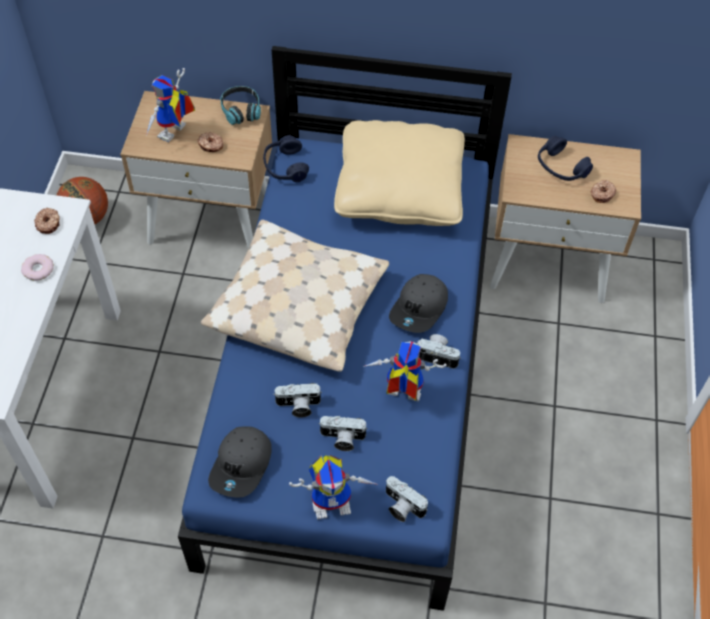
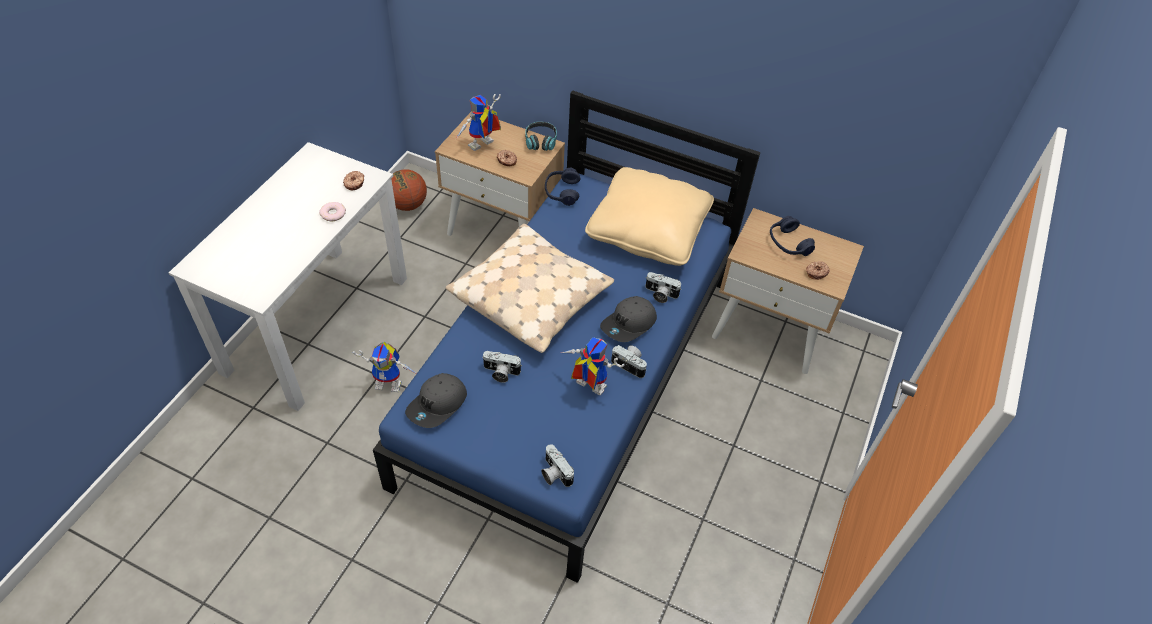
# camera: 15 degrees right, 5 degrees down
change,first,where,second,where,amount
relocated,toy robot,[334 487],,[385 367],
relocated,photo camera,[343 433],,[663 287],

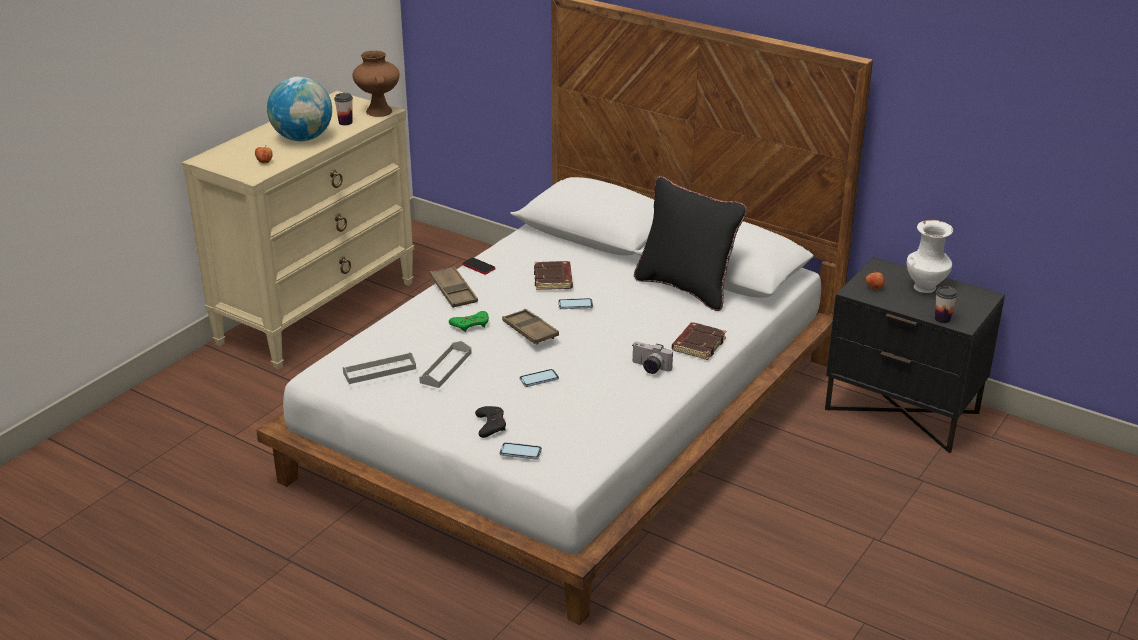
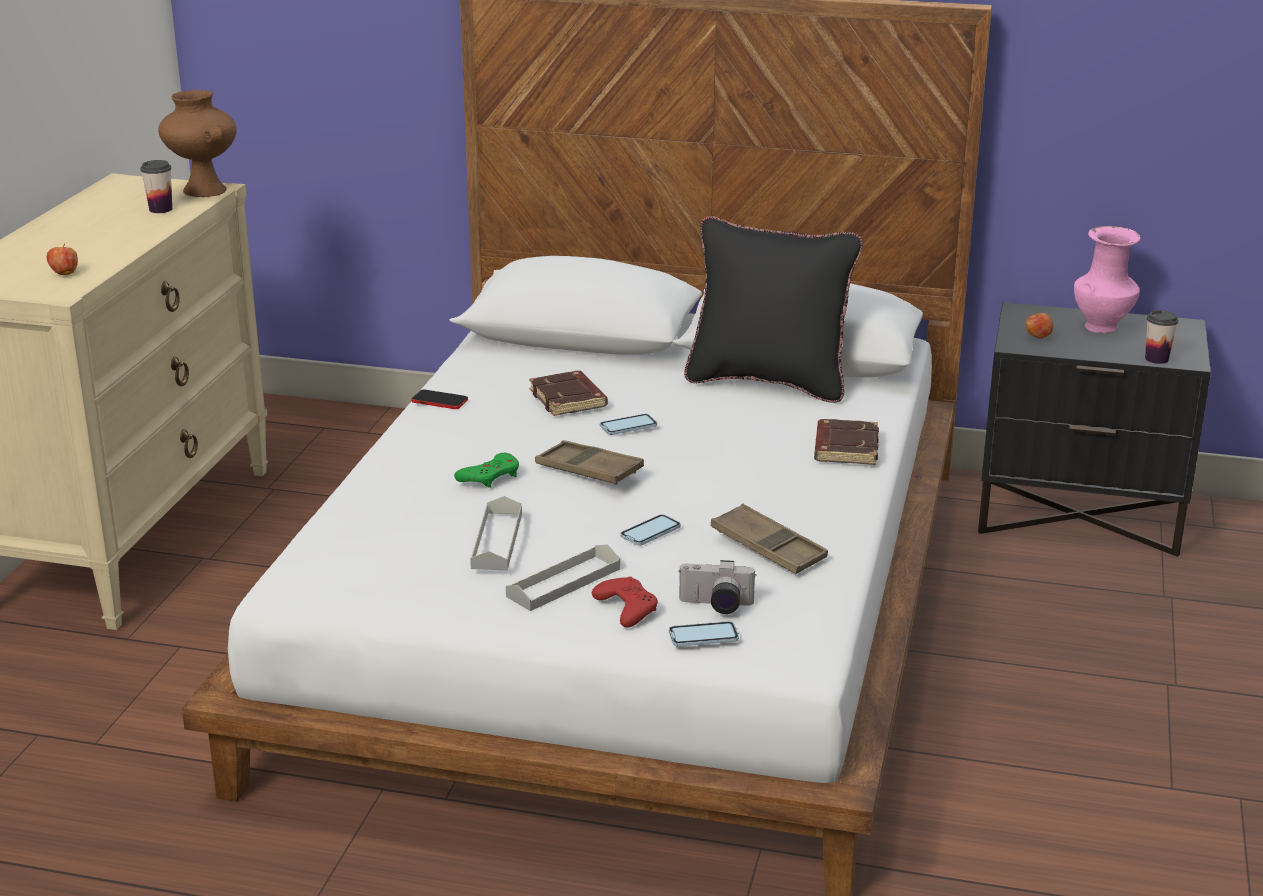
# camera: 20 degrees left, 5 degrees down
change,first,where,second,where,amount
relocated,serving tray/greyish,[379 368],,[563 577],
colour,gamepad/black,[490 422],gamepad/reddish,[625 602],
relocated,photo camera,[653 358],,[717 587],
relocated,serving tray/brown,[454 287],,[769 539],
colour,flower vase/white-coloured,[930 256],flower vase/pink,[1107 279],
missing,desk globe,[299 108],,,

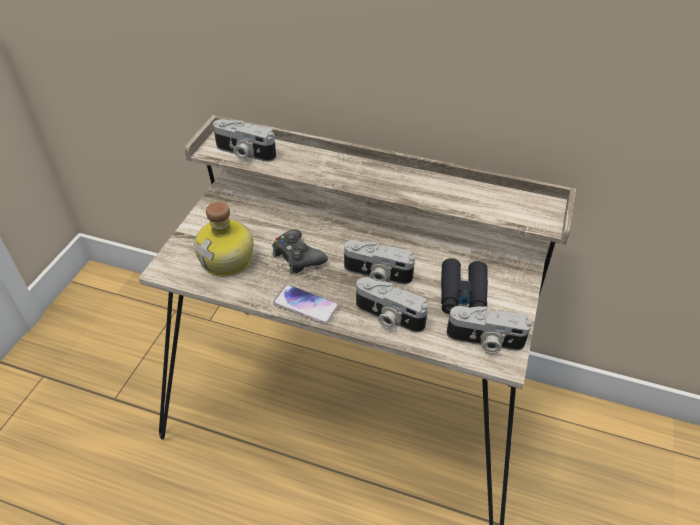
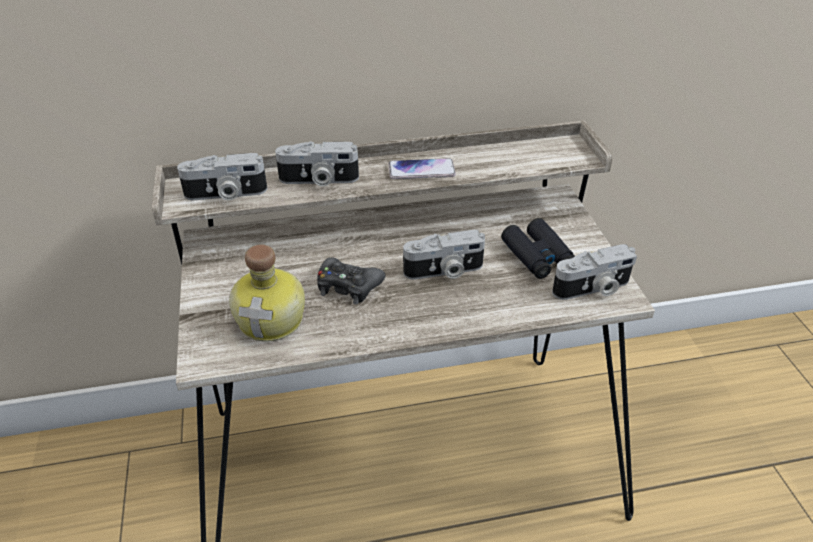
# camera: 30 degrees left, 5 degrees down
change,first,where,second,where,amount
relocated,photo camera,[392 305],,[317 163],
relocated,telephone,[306 304],,[422 168],

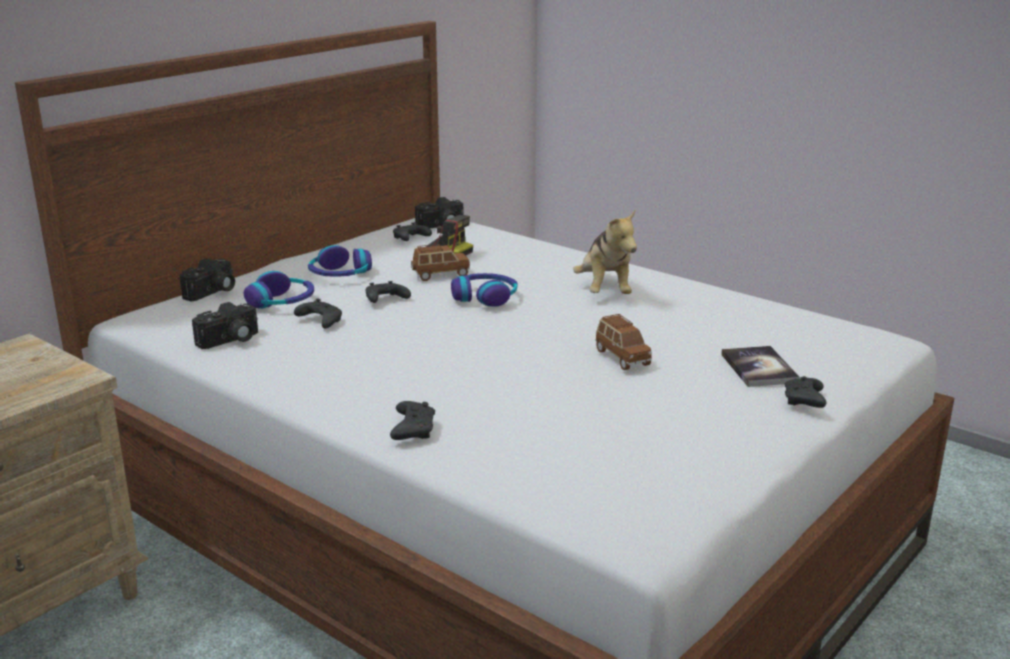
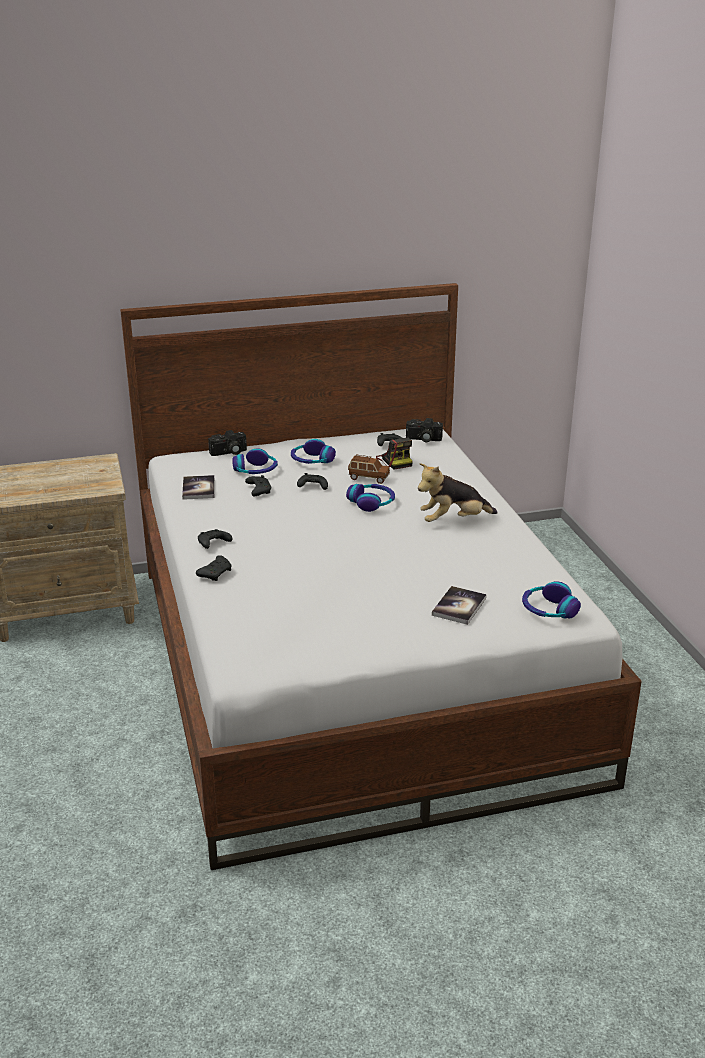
# camera: 35 degrees right, 5 degrees up
change,first,where,second,where,amount
exchanged,photo camera,[225 325],book,[198 487],
relocated,gamepad/black,[805 392],,[215 539],
spun,soft toy,[605 252],,[458 492],45 degrees clockwise
appeared,,,pair of headphones,[551 599],
missing,miniature car/brown,[623 342],,,

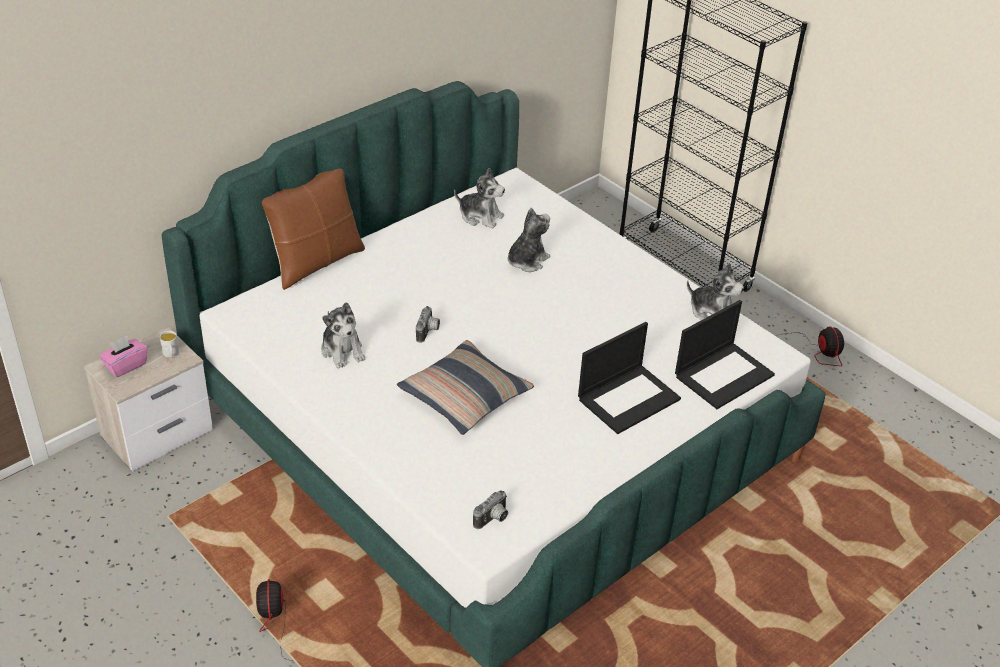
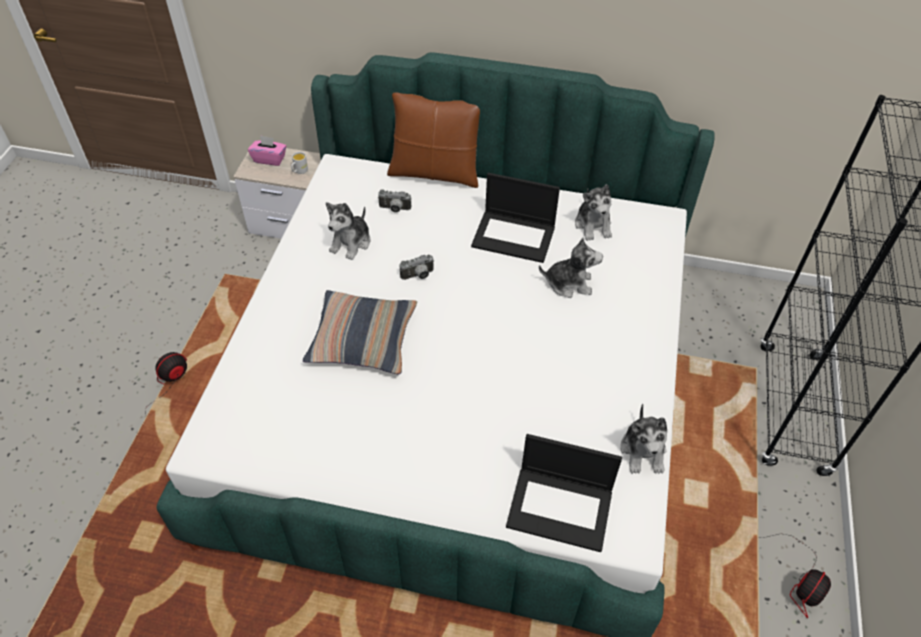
# camera: 55 degrees right, 10 degrees up
change,first,where,second,where,amount
relocated,photo camera,[490 509],,[394 201],
relocated,laptop,[629 378],,[515 218],

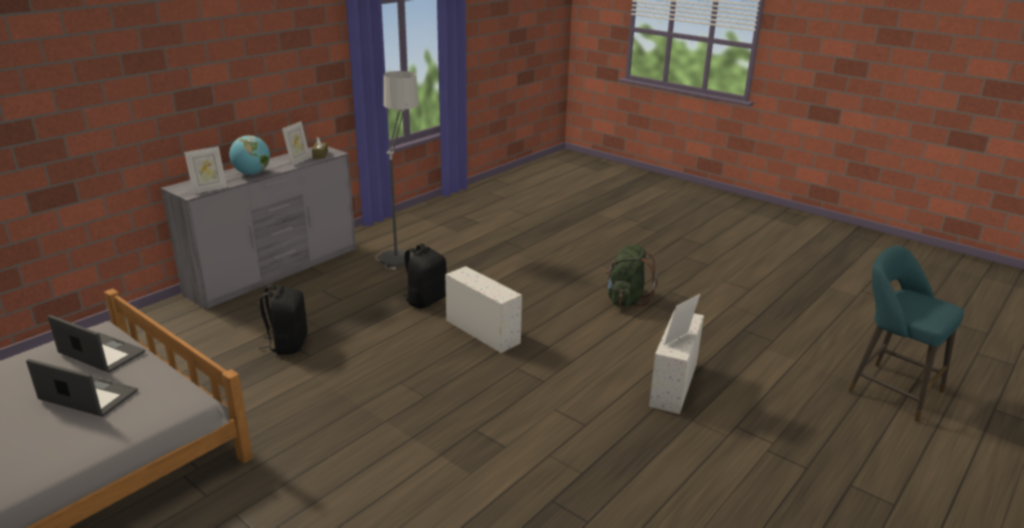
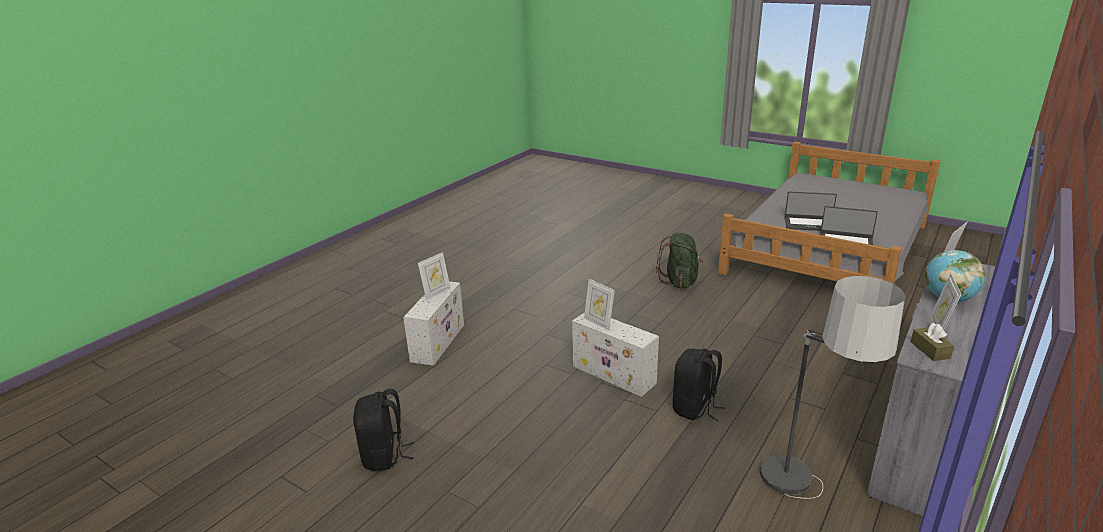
# camera: 175 degrees right, 0 degrees up
change,first,where,second,where,amount
relocated,backpack/black,[283 320],,[383 430],
appeared,,,photo frame,[599 304],
relocated,backpack/greenish,[630 276],,[680 261],
missing,stool seat/turquoise,[906 334],,,

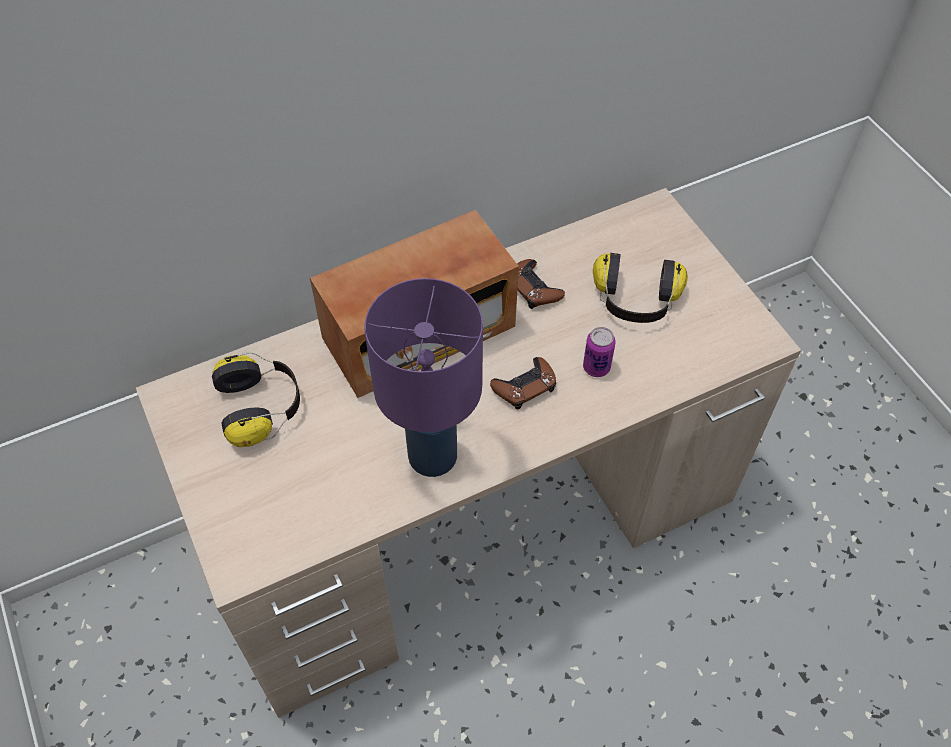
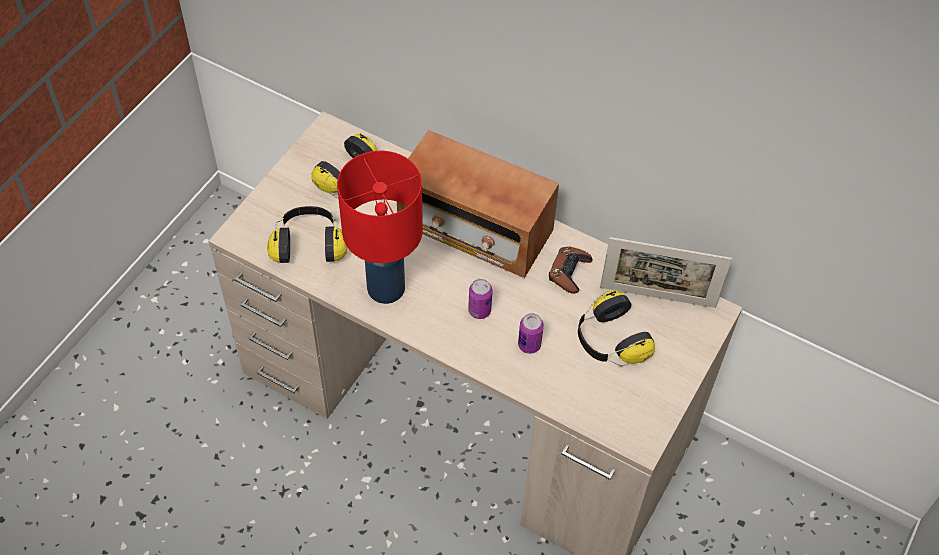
# camera: 55 degrees right, 0 degrees up
change,first,where,second,where,amount
appeared,,,pair of headphones,[307 234],
colour,lamp for a table/purplish,[423 377],lamp for a table/reddish,[380 227],
exchanged,gamepad/brown,[523 383],can,[480 299],
appeared,,,photo frame,[666 272],

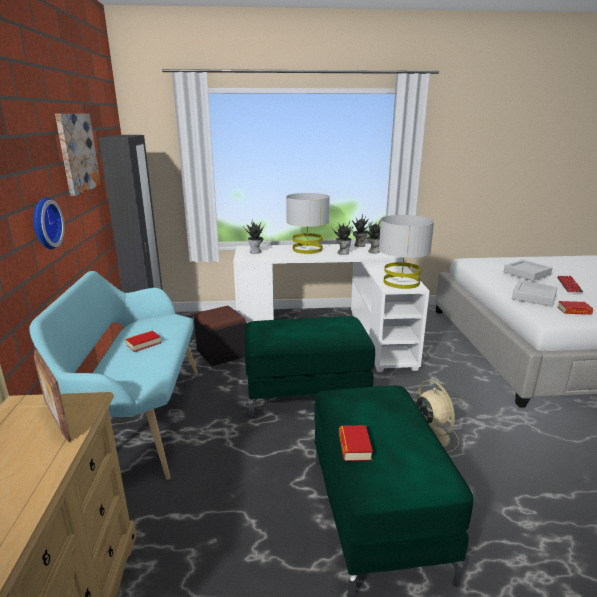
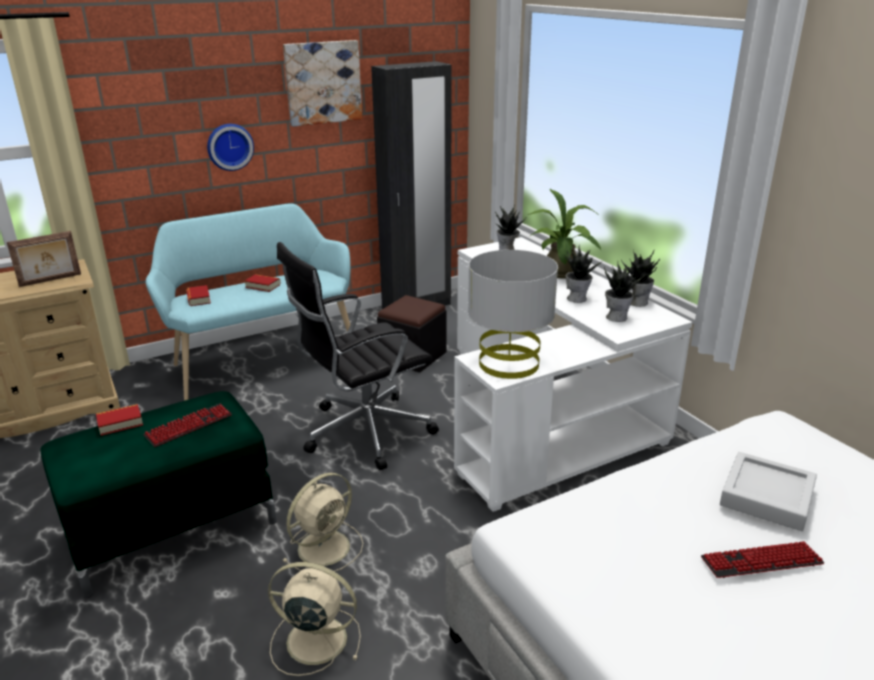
# camera: 65 degrees right, 5 degrees up
change,first,where,second,where,amount
spun,photo frame,[52 395],,[44 259],150 degrees counterclockwise
appeared,,,computer keyboard,[188 425],
relocated,book,[575 308],,[198 295],
appeared,,,electric fan/beige-coloured,[314 619],
exchanged,footrest/greenish,[310 367],office chair/black,[358 356],
exchanged,lamp for a table/greyish,[308 223],potted plant,[565 233],
missing,serving tray/greyish,[534 293],,,

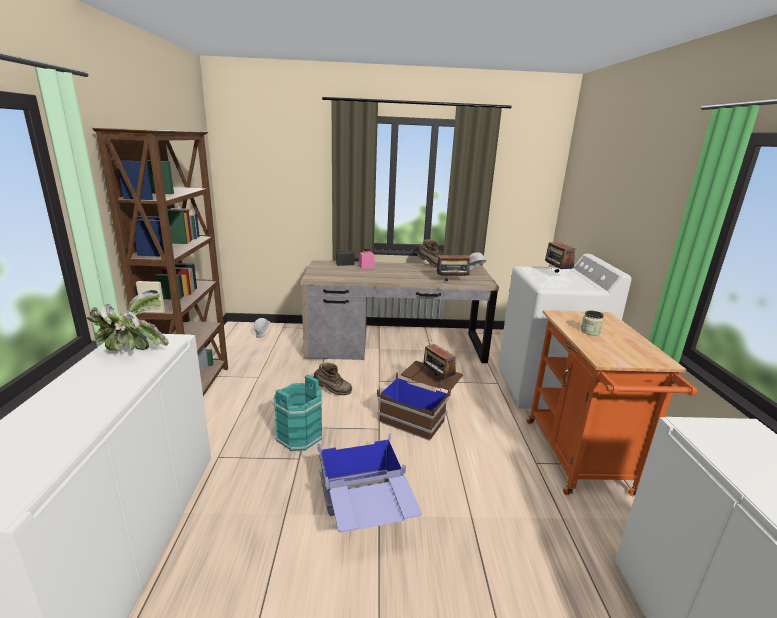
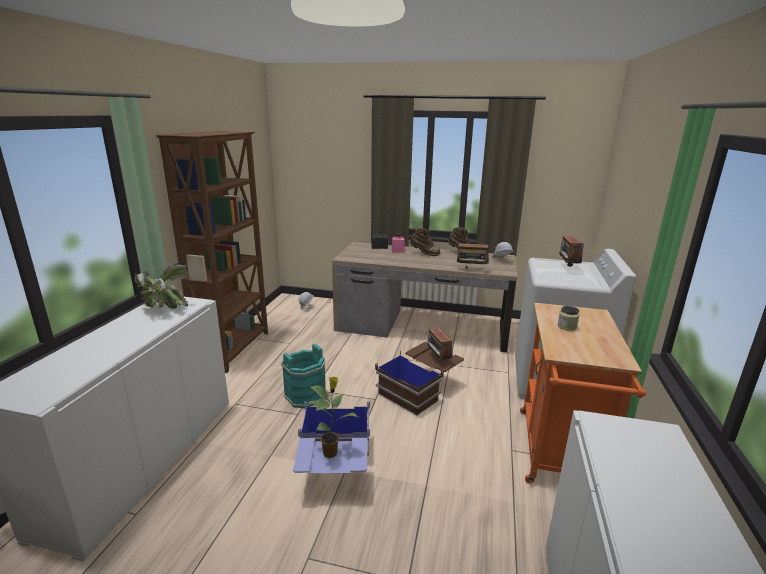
# camera: 15 degrees right, 0 degrees up
change,first,where,second,where,amount
appeared,,,potted plant,[332 417],
relocated,boot/brown,[333 378],,[425 242],

